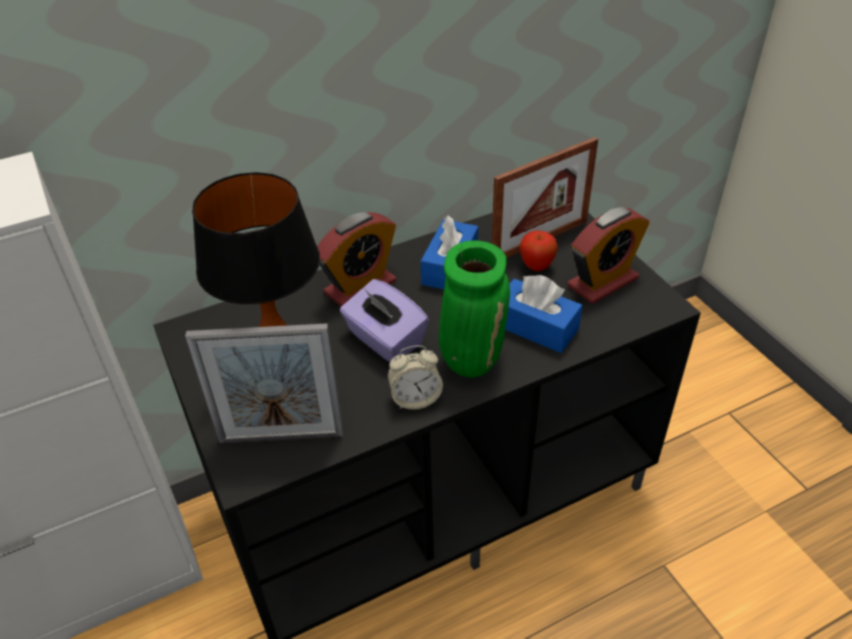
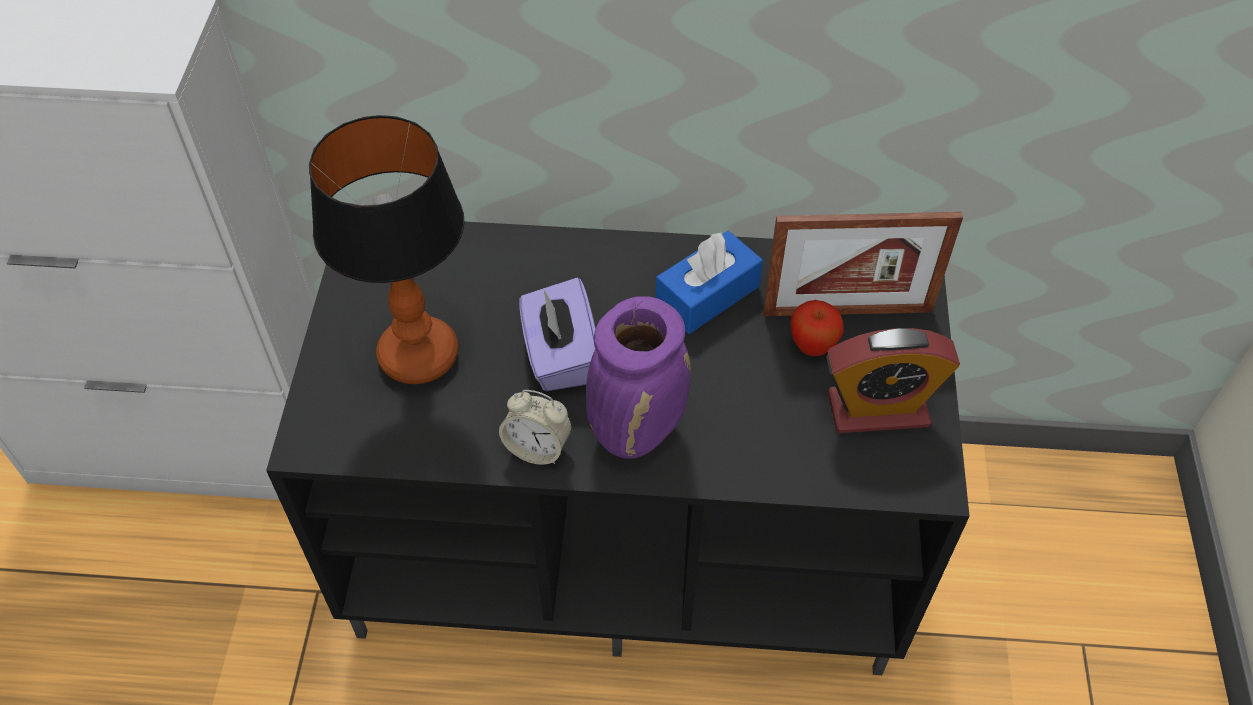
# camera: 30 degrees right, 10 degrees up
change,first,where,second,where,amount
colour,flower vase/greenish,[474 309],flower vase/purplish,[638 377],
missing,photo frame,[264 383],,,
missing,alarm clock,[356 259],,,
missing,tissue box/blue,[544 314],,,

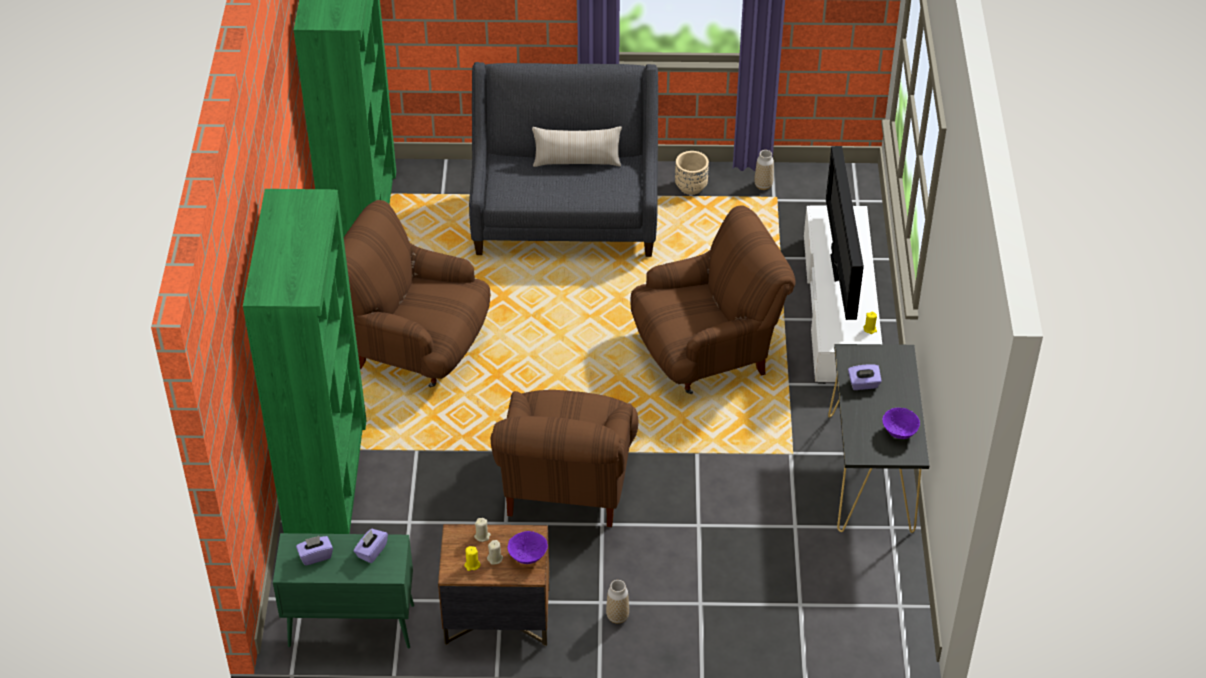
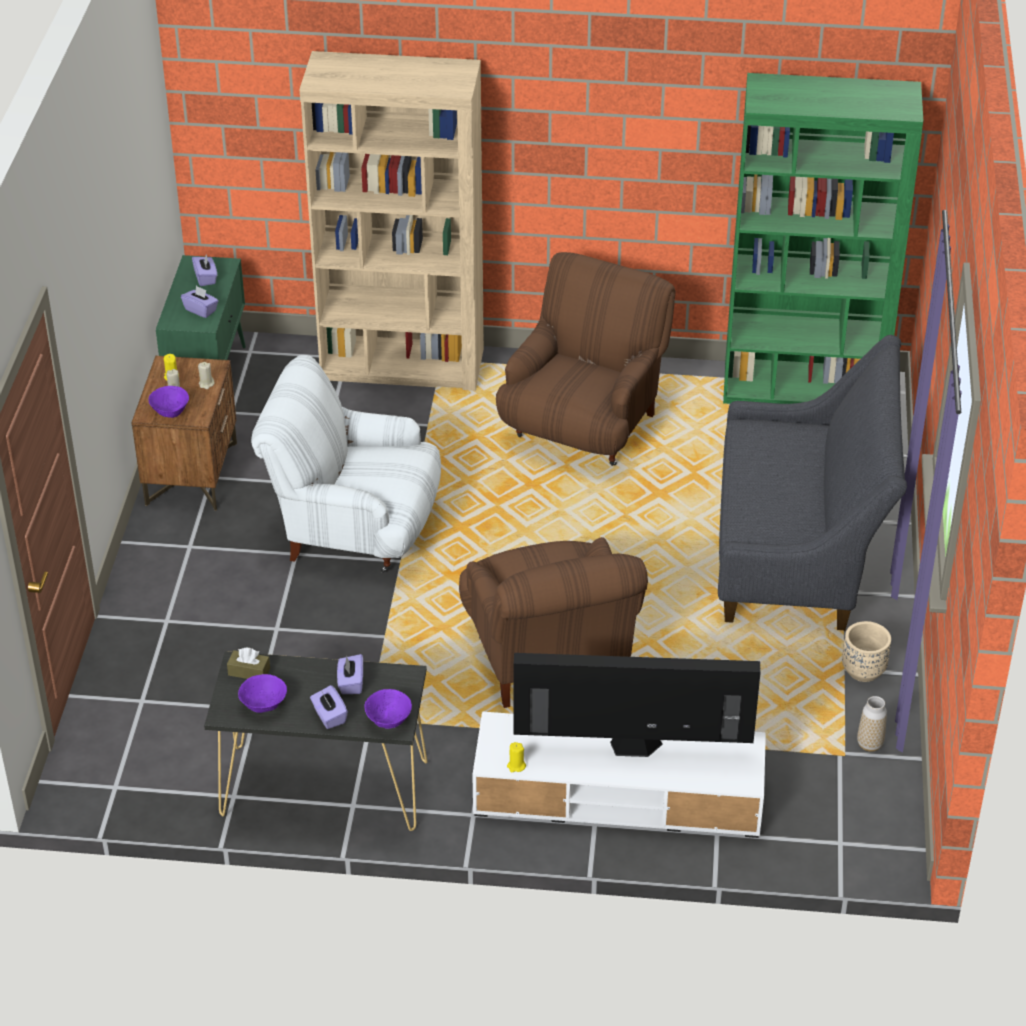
# camera: 95 degrees right, 5 degrees down
change,first,where,second,where,amount
appeared,,,tissue box/brown,[248 663],
colour,armchair/brown,[565 458],armchair/white-coloured,[346 464],
colour,bookshelf/greenish,[305 361],bookshelf/beige-coloured,[392 221],
appeared,,,tissue box/purplish,[329 707],
appeared,,,serving bowl/purplish,[388 709],
missing,throw pillow/beige-coloured,[577 146],,,
missing,flower vase,[617 602],,,

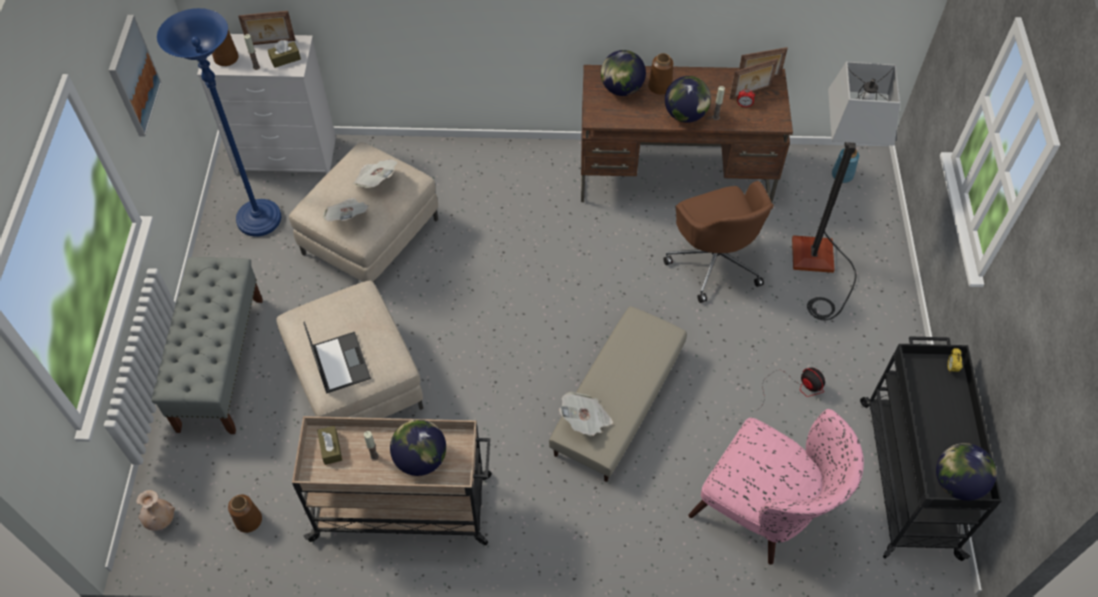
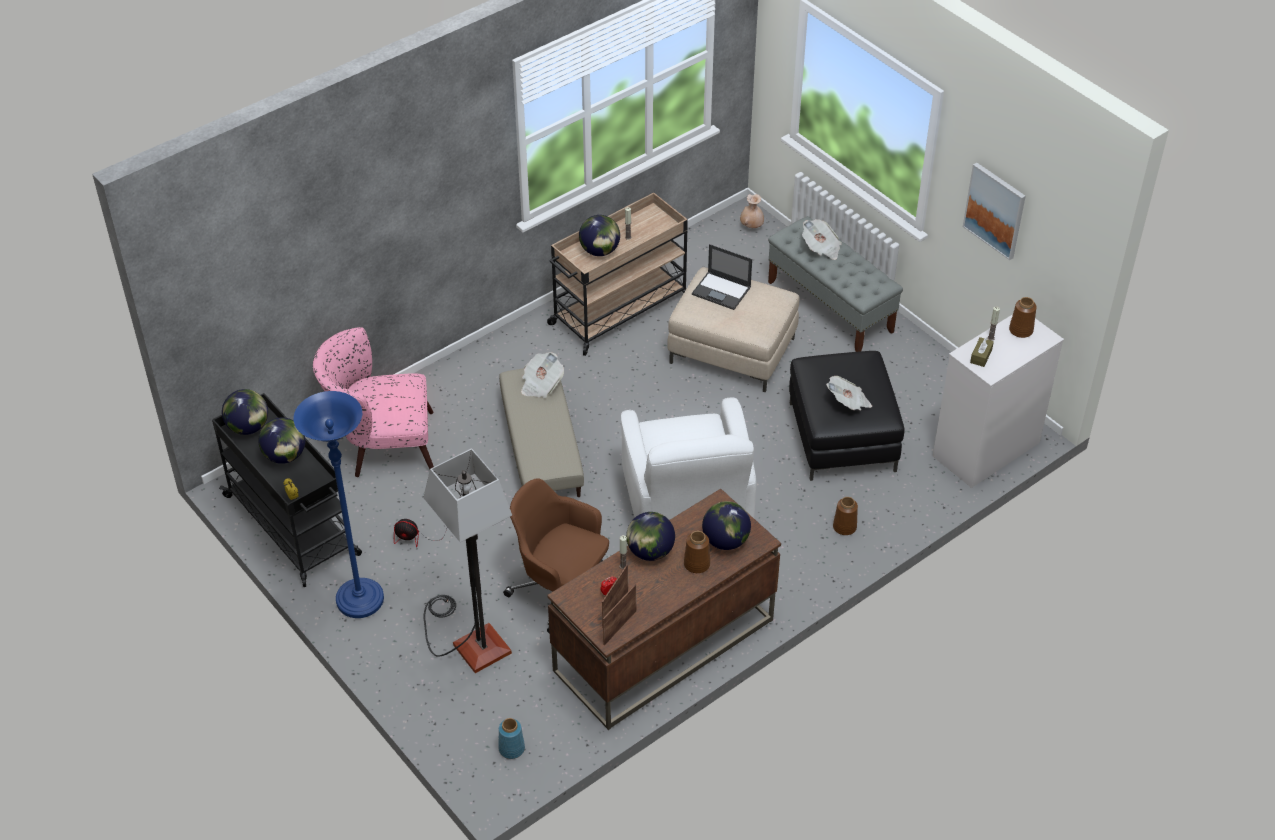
# camera: 140 degrees right, 10 degrees down
change,first,where,second,where,amount
appeared,,,desk globe,[281 440],
relocated,standing lamp/blue,[219 122],,[338 504],
appeared,,,armchair/white-coloured,[688 458],
colour,footrest/beige-coloured,[363 212],footrest/black,[847 416],
relocated,daily paper,[345 209],,[822 239],
relocated,flower vase/brown,[245 514],,[845 516],
missing,photo frame,[267 28],,,
missing,tissue box/brown,[329 445],,,

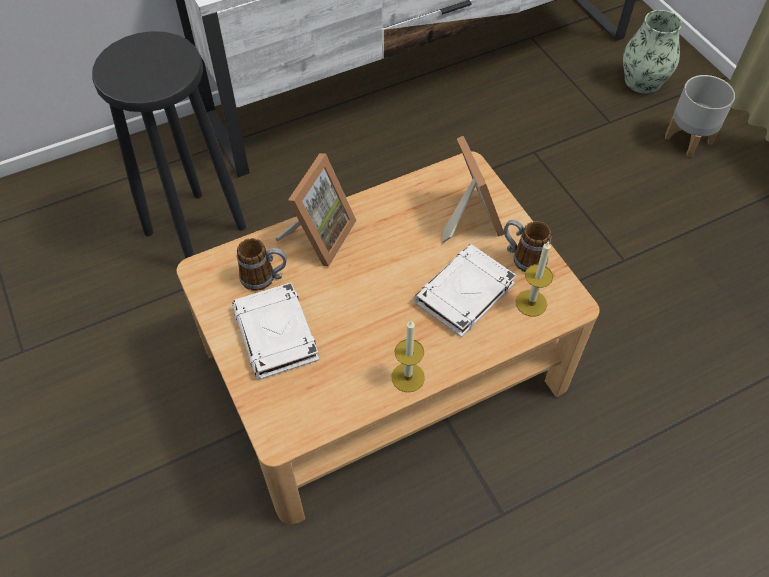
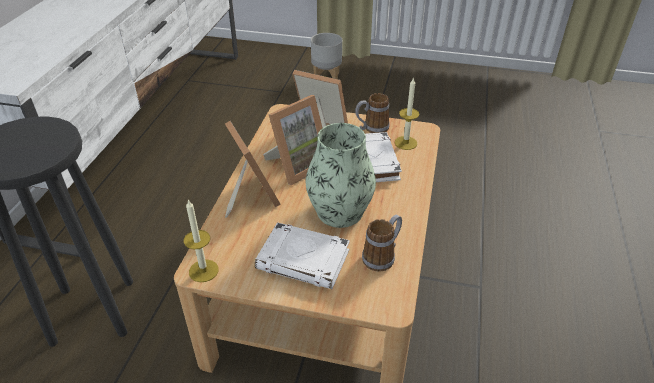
# camera: 50 degrees left, 15 degrees down
change,first,where,second,where,amount
relocated,wax candle,[408 356],,[201 240],
appeared,,,photo frame,[293 140],
relocated,flower vase,[652 52],,[340 175],
relocated,tea mug,[262 264],,[382 243],

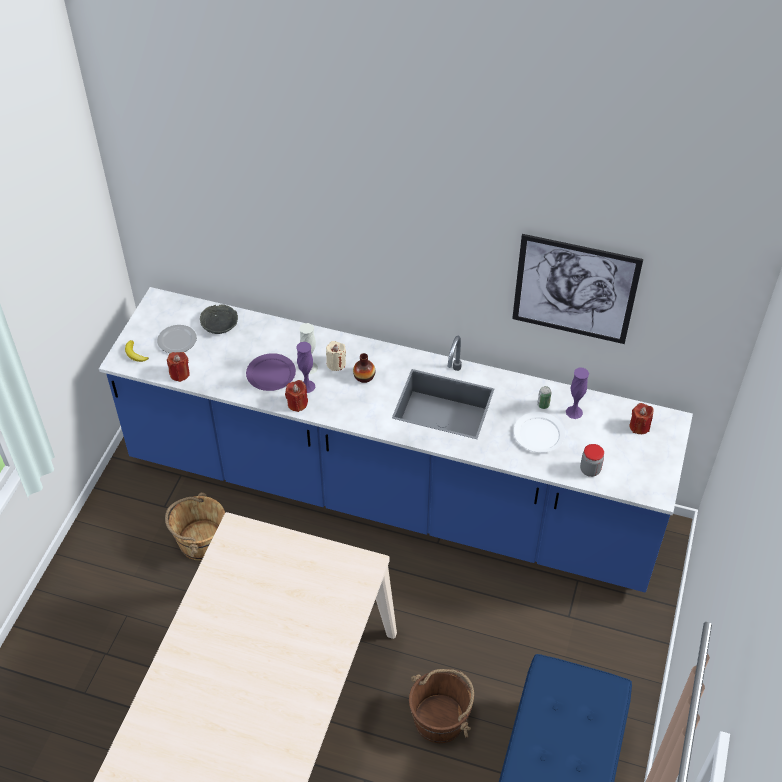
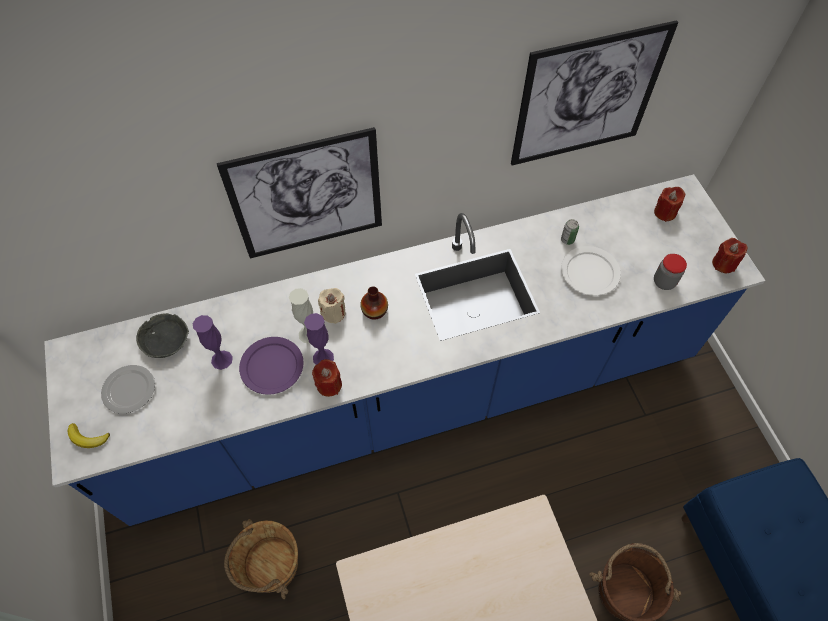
# camera: 35 degrees left, 10 degrees up
change,first,where,second,where,amount
relocated,flower vase/purplish,[577 393],,[213 342],
appeared,,,picture,[299 192],
relocated,wax candle/reddish,[178 367],,[730 255],

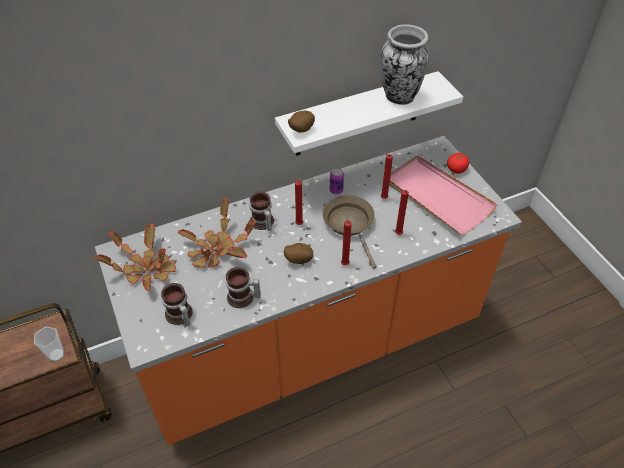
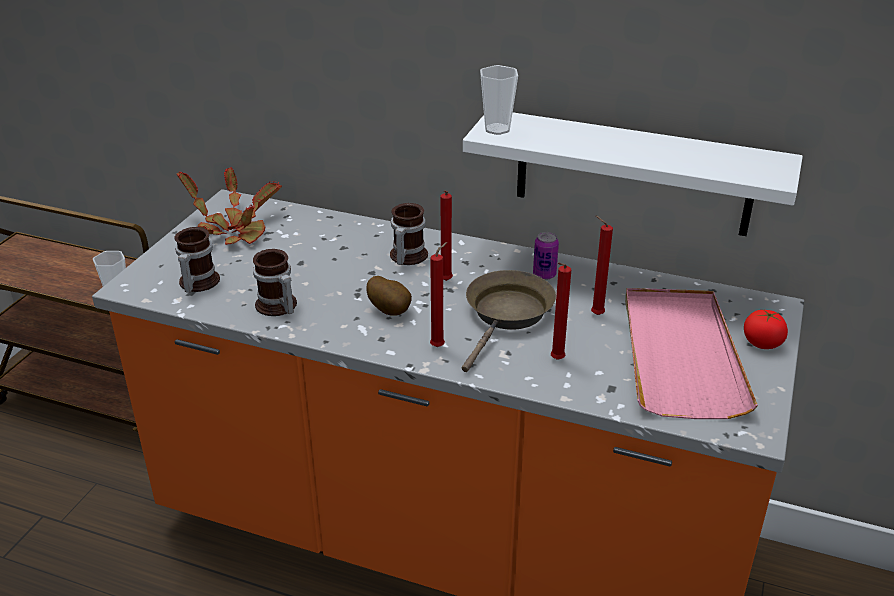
# camera: 45 degrees right, 15 degrees down
change,first,where,second,where,amount
exchanged,spud,[301 121],small cup,[499 100],
missing,potted plant,[217 233],,,
missing,flower vase,[405 64],,,

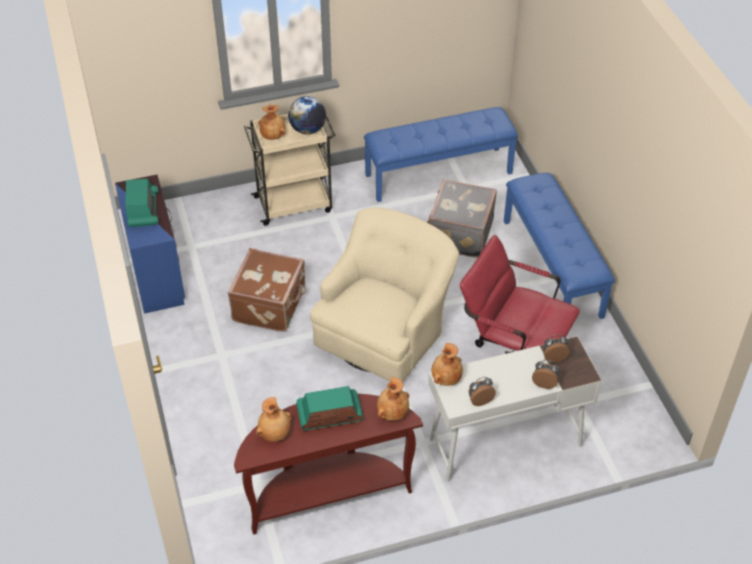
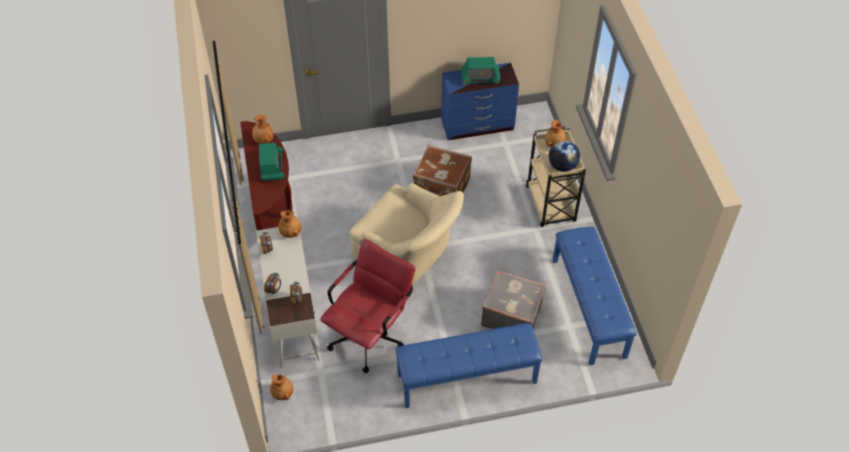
# camera: 95 degrees right, 5 degrees up
change,first,where,second,where,amount
relocated,flower vase/brown,[393 399],,[281 387],

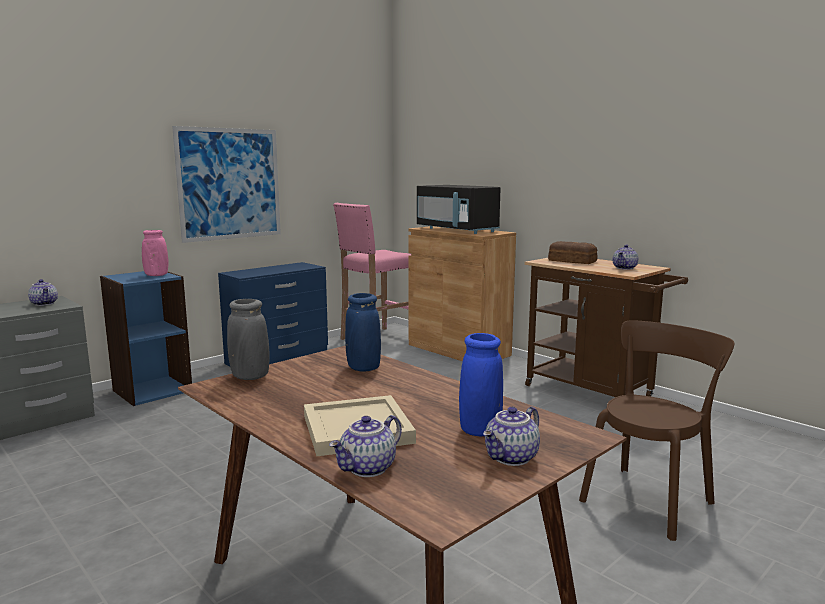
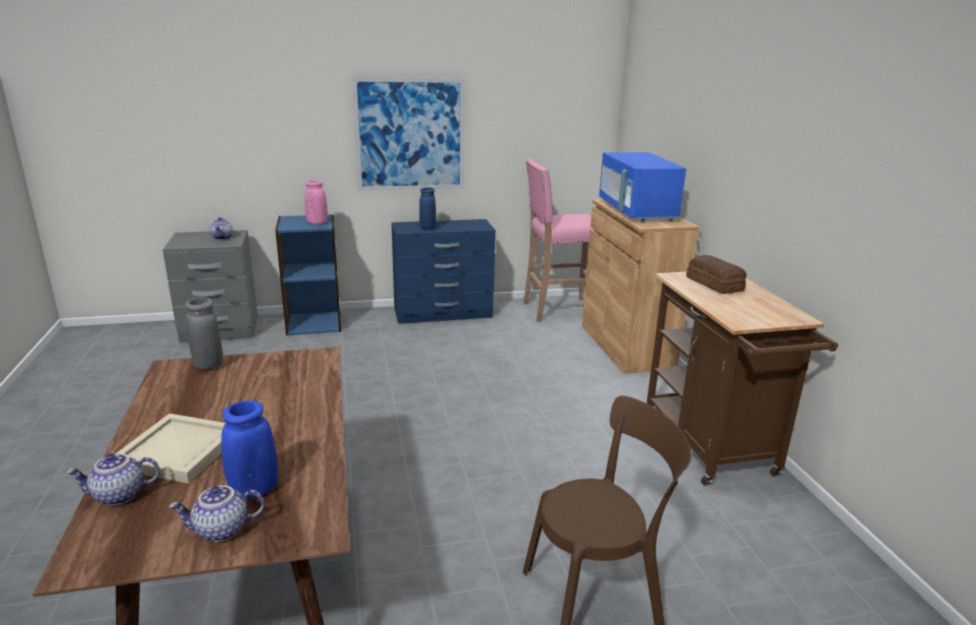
# camera: 30 degrees right, 10 degrees up
change,first,where,second,where,amount
relocated,flower vase/blue,[363 332],,[427 209],
colour,microwave oven/black,[459 209],microwave oven/blue,[642 187],
missing,pot for tea,[625 257],,,

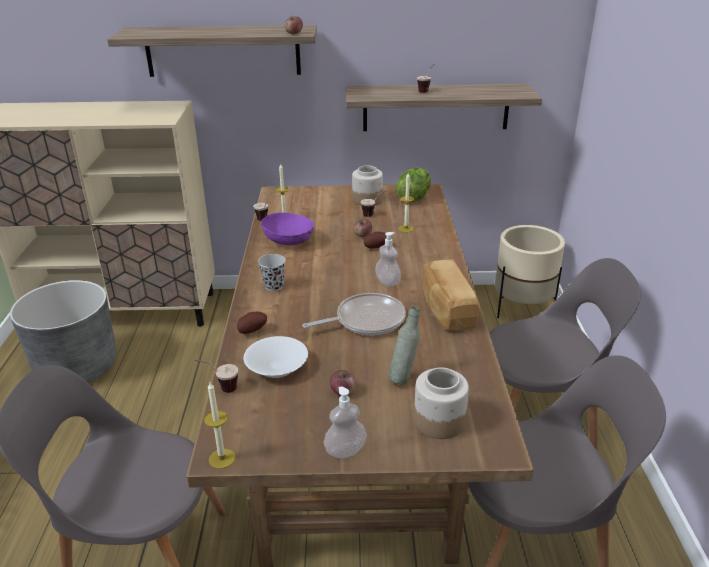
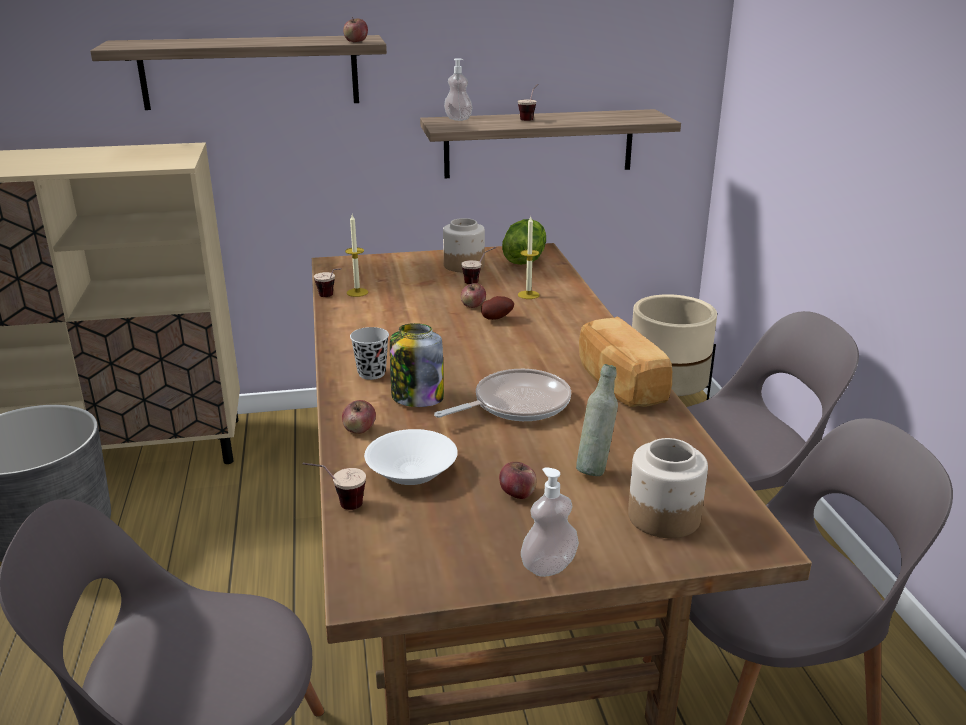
# camera: 10 degrees left, 5 degrees down
change,first,where,second,where,amount
exchanged,spud,[252 323],apple,[359 417],
appeared,,,jar,[417 365],
relocated,soap dispenser,[388 259],,[458 89],
missing,wax candle,[220 425],,,
missing,serving bowl/purplish,[287 228],,,

